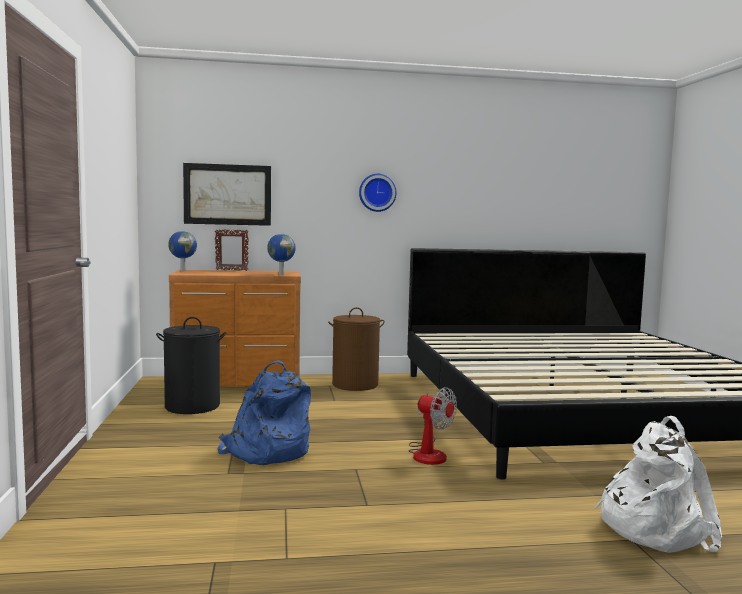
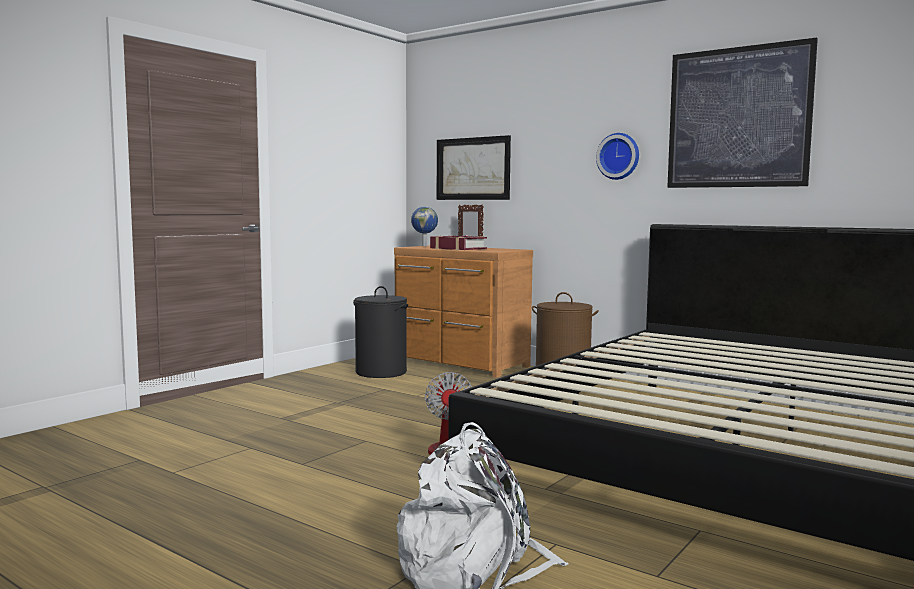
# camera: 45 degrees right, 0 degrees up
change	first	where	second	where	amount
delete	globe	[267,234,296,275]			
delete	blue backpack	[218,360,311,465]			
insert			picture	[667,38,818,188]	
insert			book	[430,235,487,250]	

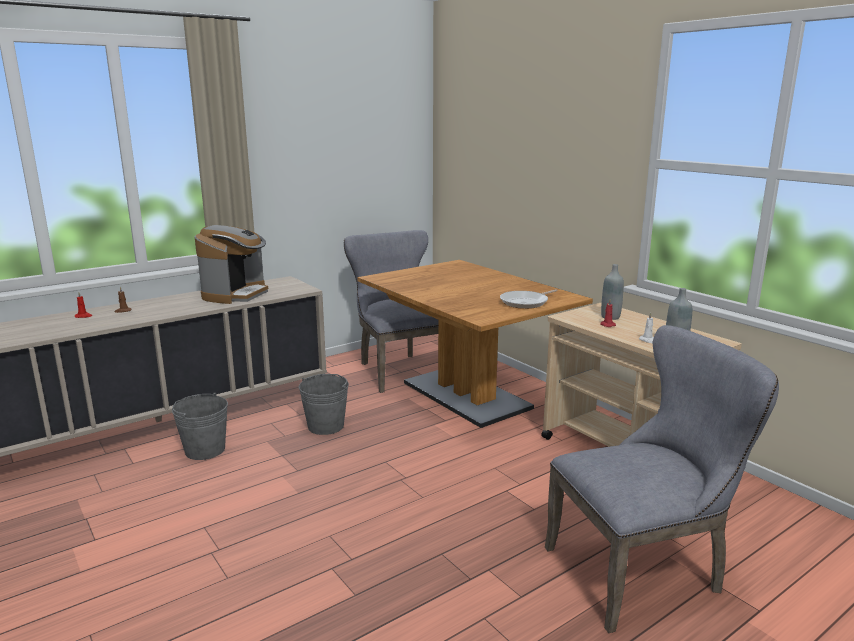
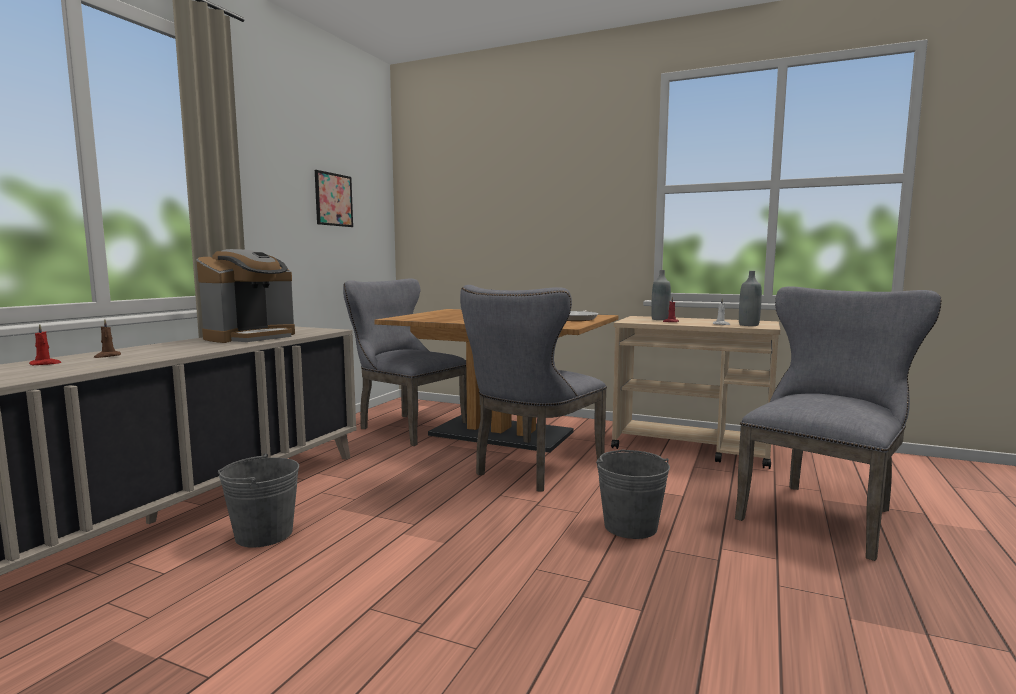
# camera: 30 degrees left, 10 degrees down
change	first	where	second	where	amount
rotate	coffee machine	[195,225,268,304]		[197,249,295,343]	45 degrees clockwise
move	grey bucket	[299,374,349,435]		[596,450,670,539]	
insert			picture	[315,170,353,227]	
insert			grey chair	[460,285,607,492]	

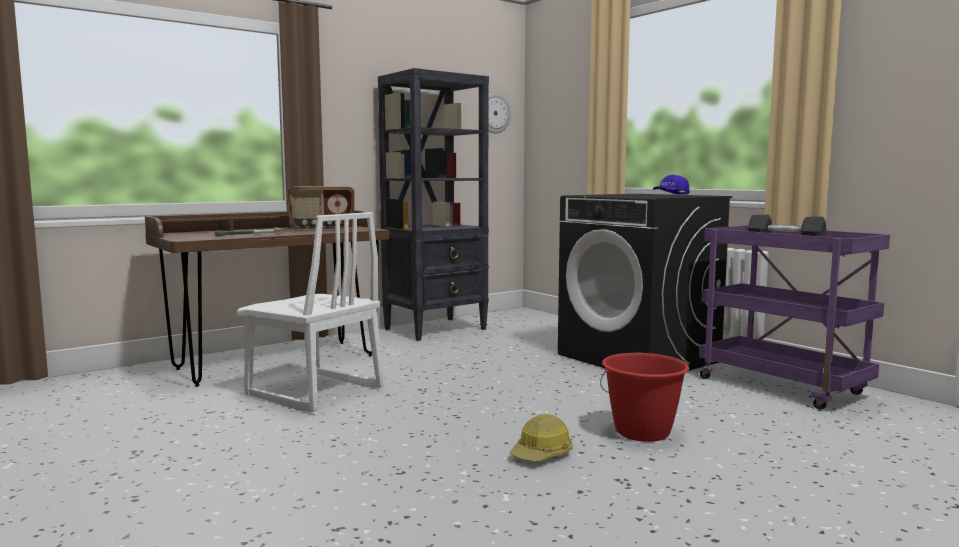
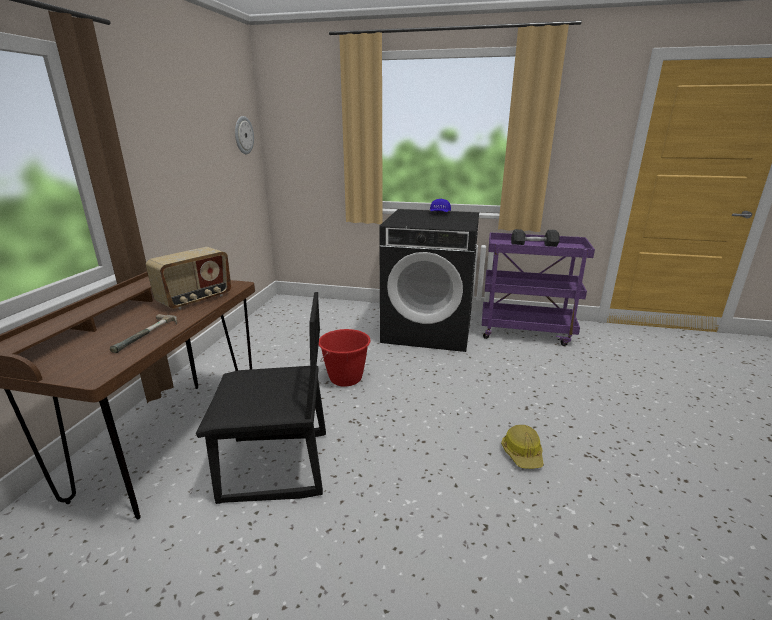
# camera: 40 degrees left, 15 degrees up
change	first	where	second	where	amount
delete	black bookcase	[378,68,489,341]			
recolor	white chair	[237,212,384,412]	black chair	[196,292,326,504]	
move	red bucket	[600,353,689,442]		[319,329,371,387]	

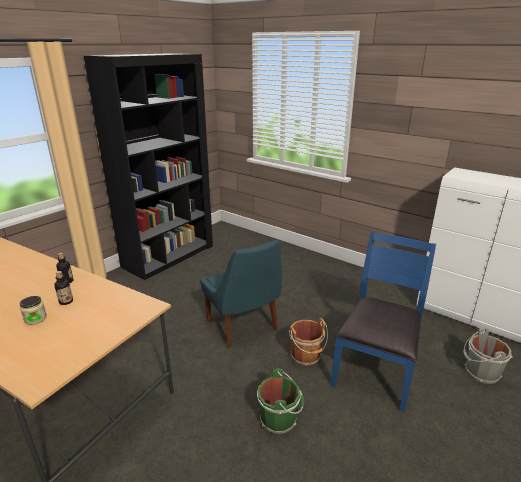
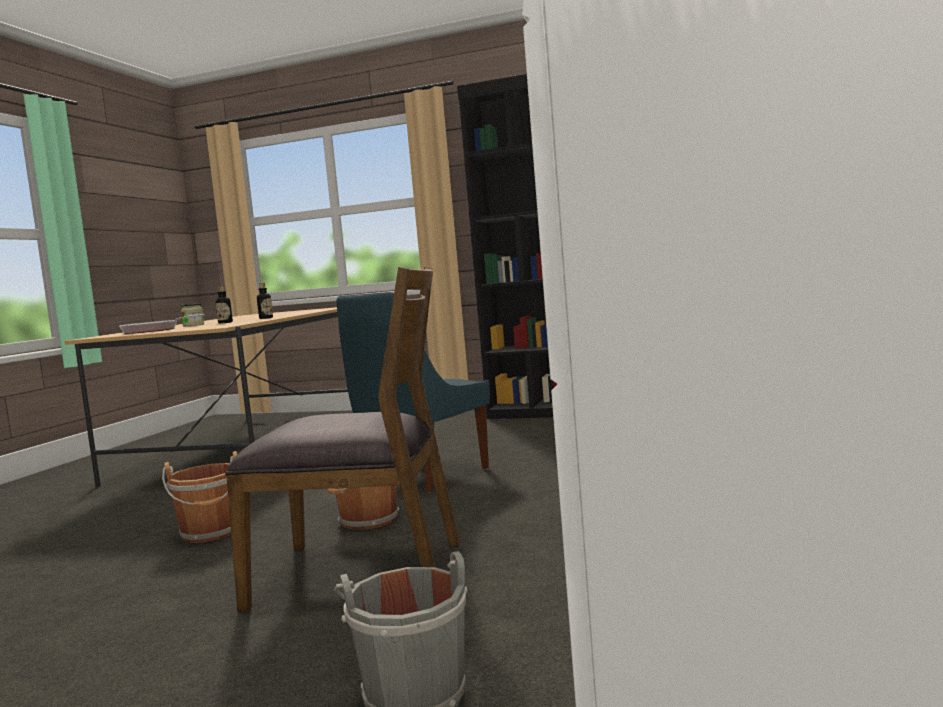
# camera: 70 degrees right, 20 degrees down
change	first	where	second	where	amount
recolor	blue chair	[330,232,436,412]	brown chair	[225,267,460,613]	
recolor	green bucket	[257,368,304,434]	brown bucket	[162,451,237,543]	
insert			frying pan	[120,314,205,334]	

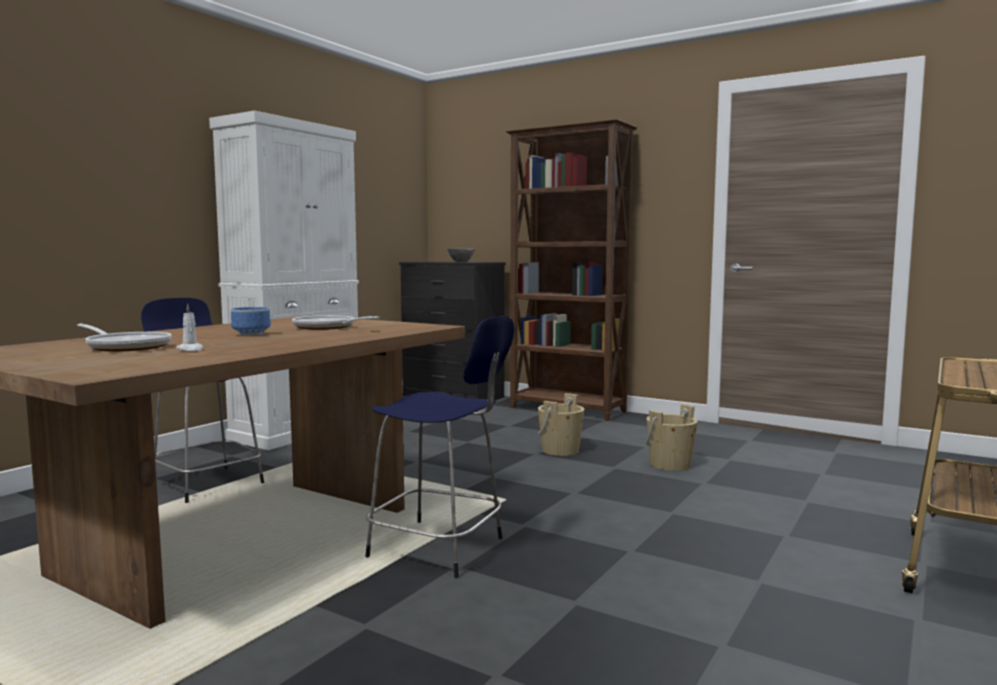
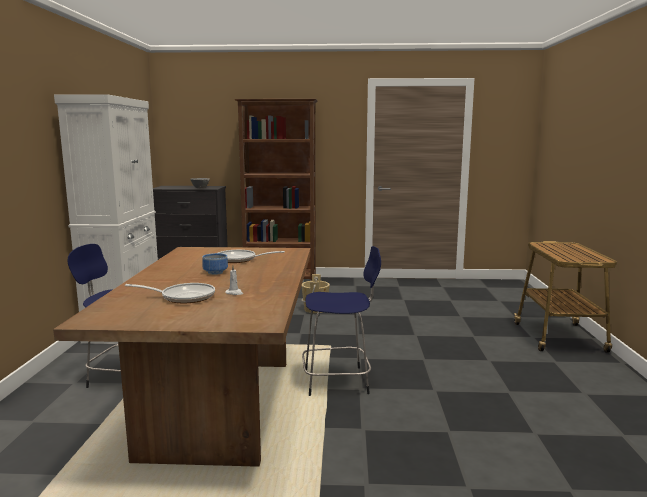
# camera: 30 degrees left, 5 degrees up
change	first	where	second	where	amount
delete	beige bucket	[646,404,698,471]			

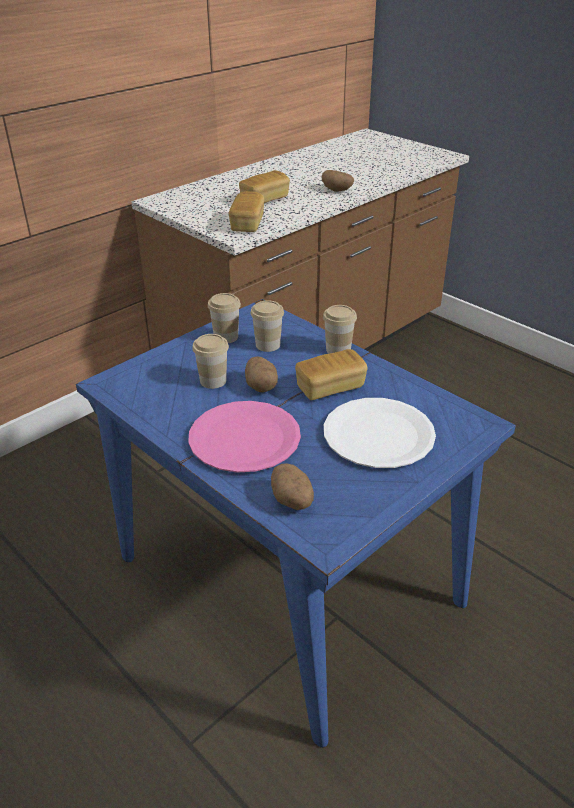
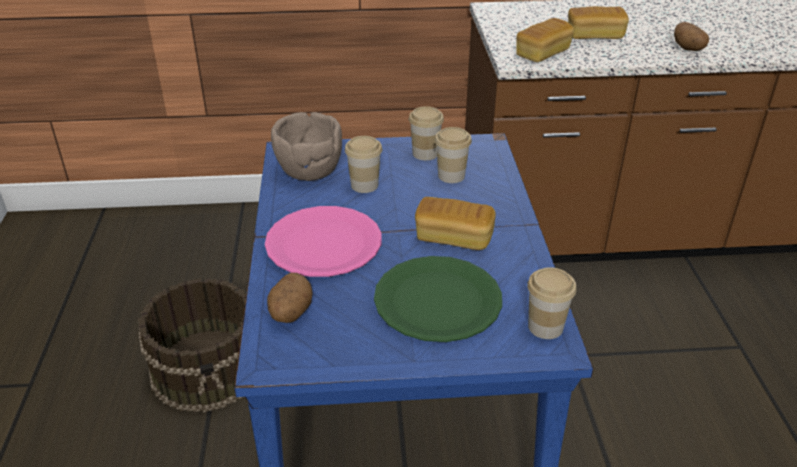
# camera: 40 degrees right, 0 degrees up
change	first	where	second	where	amount
move	cup	[323,305,357,354]		[527,267,576,339]	
delete	potato	[245,356,278,392]			
recolor	white plate	[324,398,436,468]	green plate	[374,256,502,342]	
insert			brown bowl	[271,112,342,181]	
insert			brown bucket	[138,278,246,413]	

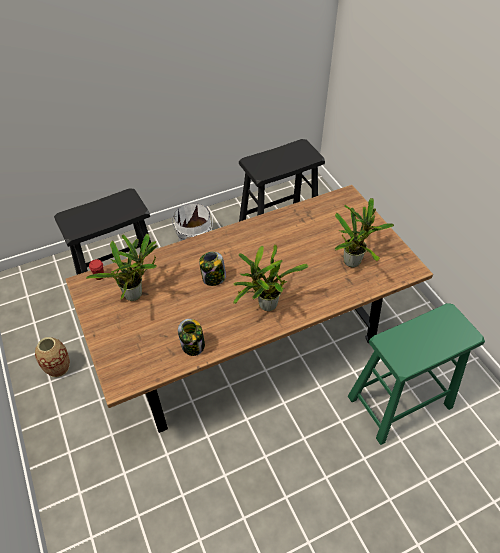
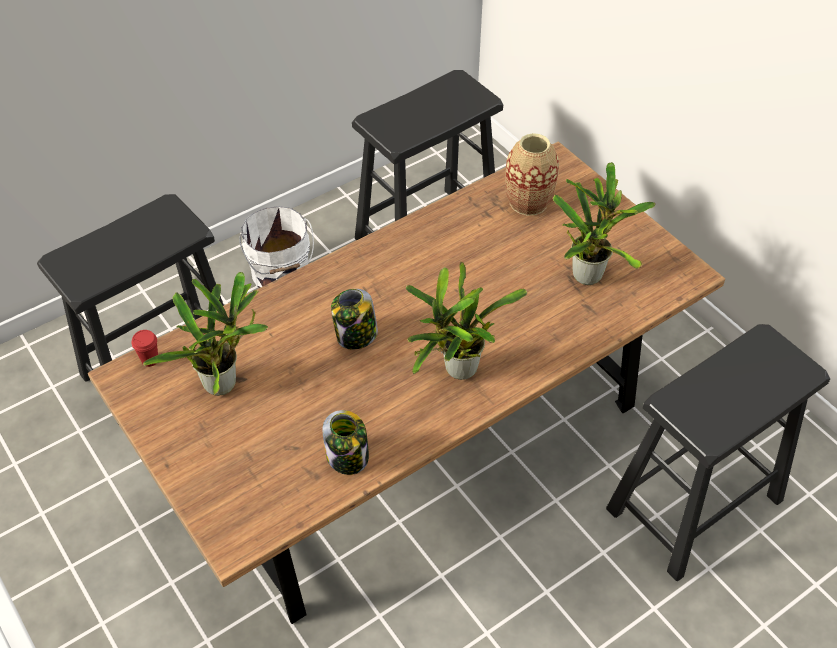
# camera: 10 degrees left, 0 degrees up
change	first	where	second	where	amount
recolor	green stool	[348,303,485,445]	black stool	[606,324,830,581]	
move	vase	[35,337,70,377]		[506,133,559,216]	

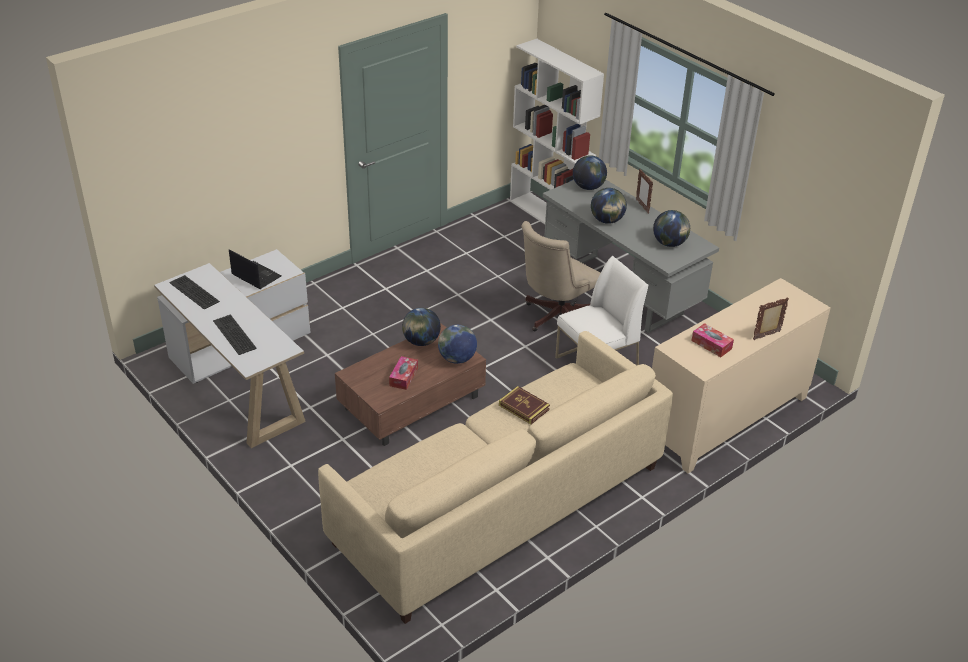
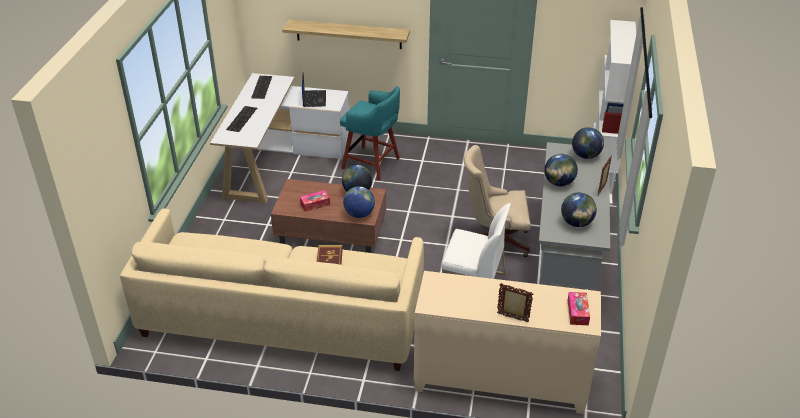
# camera: 50 degrees right, 0 degrees up
change	first	where	second	where	amount
move	tissue box	[691,323,734,357]		[568,292,590,325]	
insert			shelf	[282,20,410,49]	
insert			turquoise stool	[340,86,400,181]	

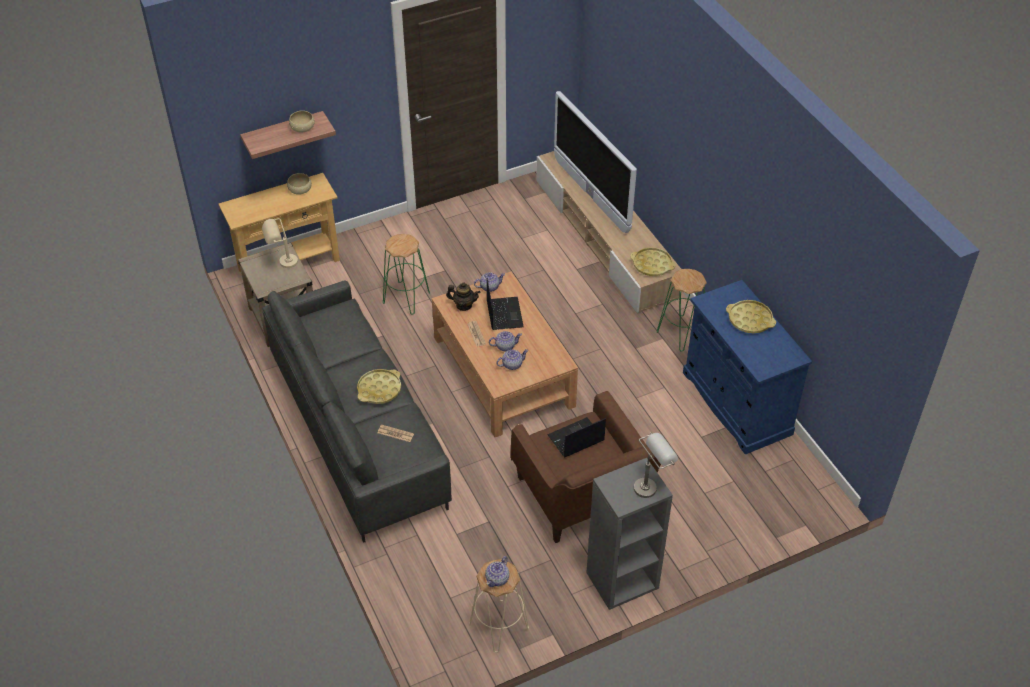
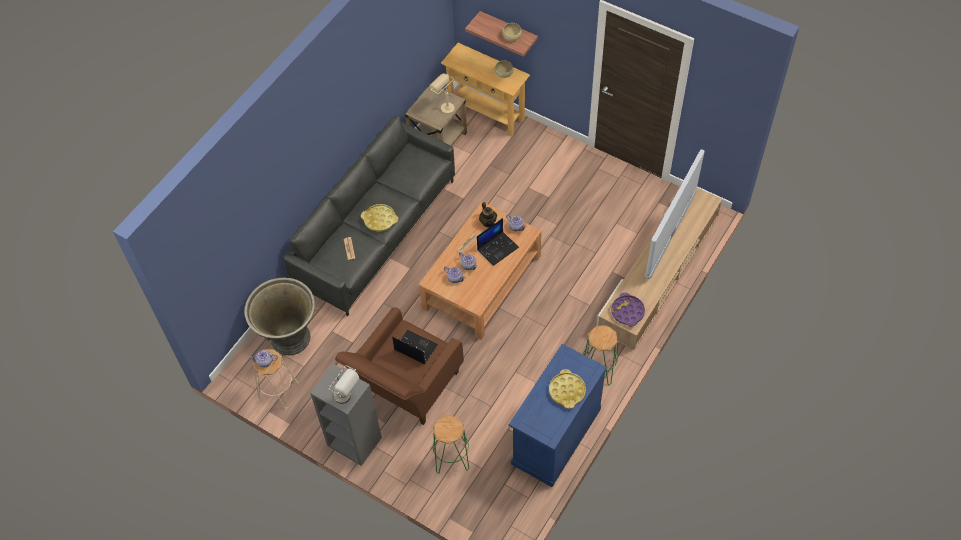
# camera: 60 degrees right, 10 degrees up
change	first	where	second	where	amount
move	green stool	[383,234,430,315]		[433,415,469,474]	
recolor	yellow tray	[630,247,675,276]	purple tray	[611,292,645,327]	
insert			grey planter	[244,278,315,355]	

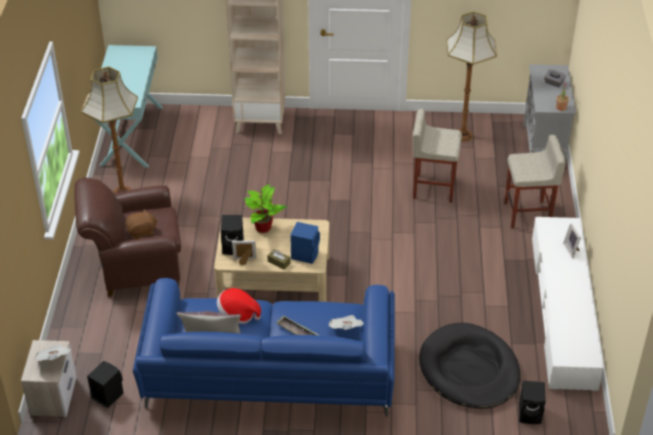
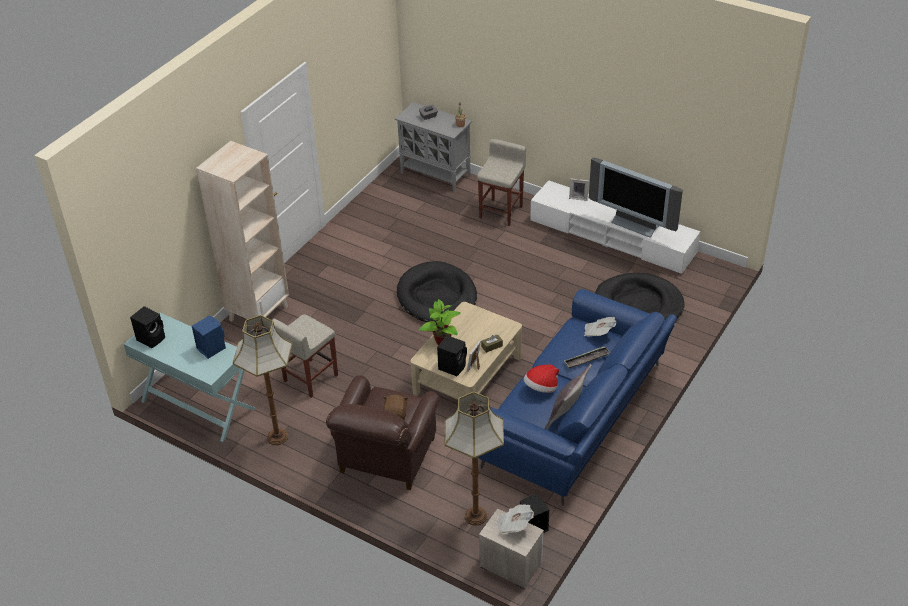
# camera: 60 degrees left, 0 degrees up
change	first	where	second	where	amount
move	floor lamp	[446,11,497,142]		[444,392,504,525]	
move	beige stool	[413,109,462,203]		[272,314,338,398]	
move	blue speaker	[290,222,320,264]		[192,315,226,359]	
move	black speaker	[519,381,546,424]		[130,306,165,348]	
insert			television	[589,157,683,238]	
insert			black dog bed	[397,261,477,324]	

